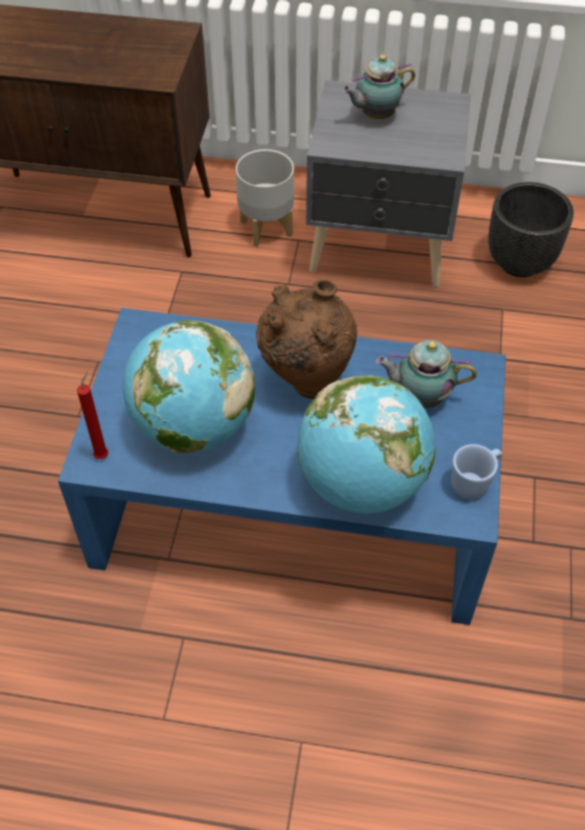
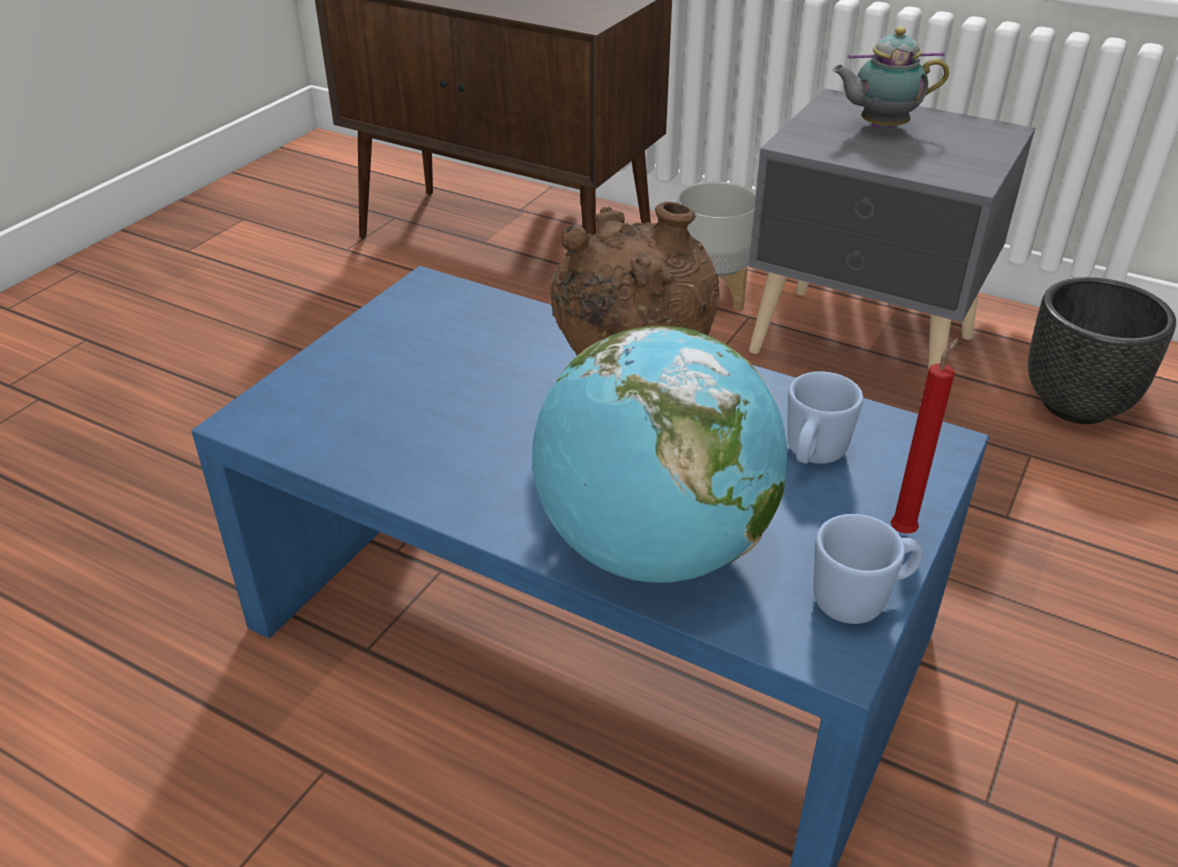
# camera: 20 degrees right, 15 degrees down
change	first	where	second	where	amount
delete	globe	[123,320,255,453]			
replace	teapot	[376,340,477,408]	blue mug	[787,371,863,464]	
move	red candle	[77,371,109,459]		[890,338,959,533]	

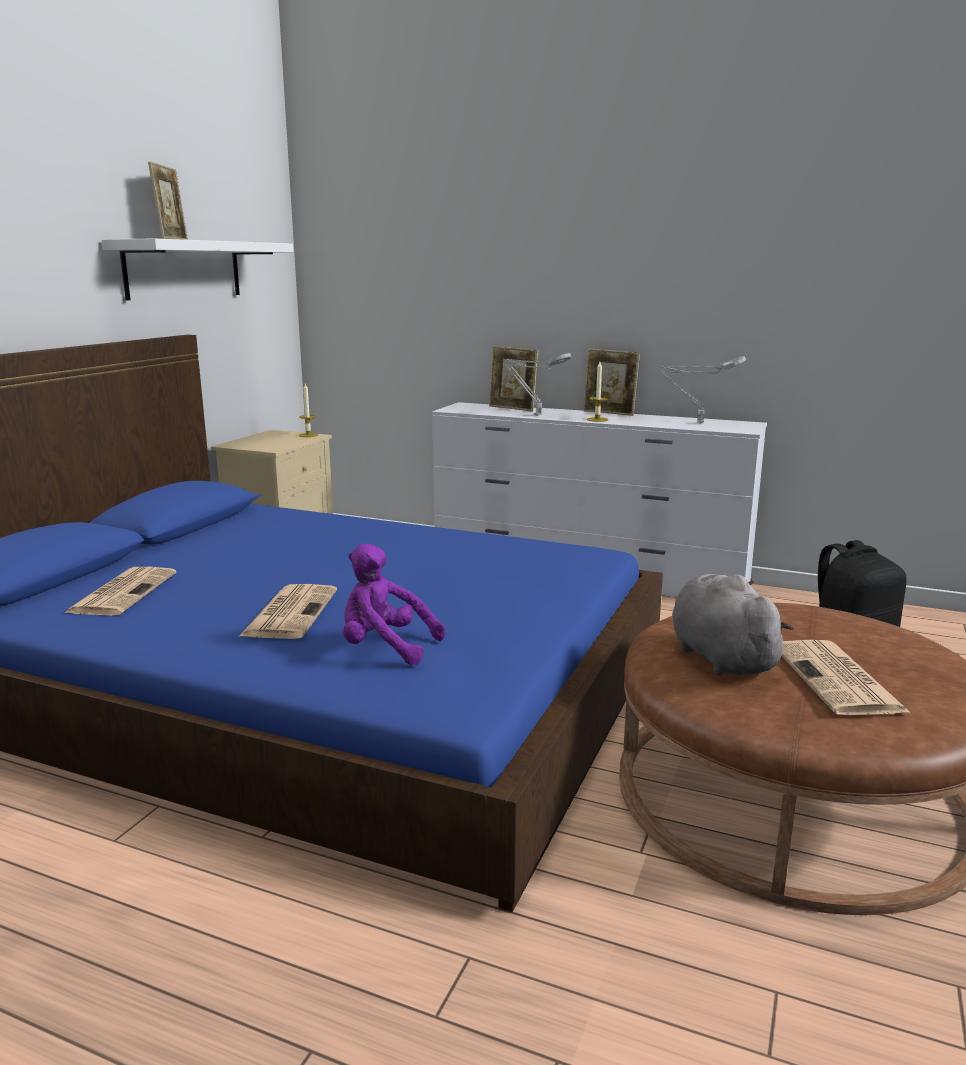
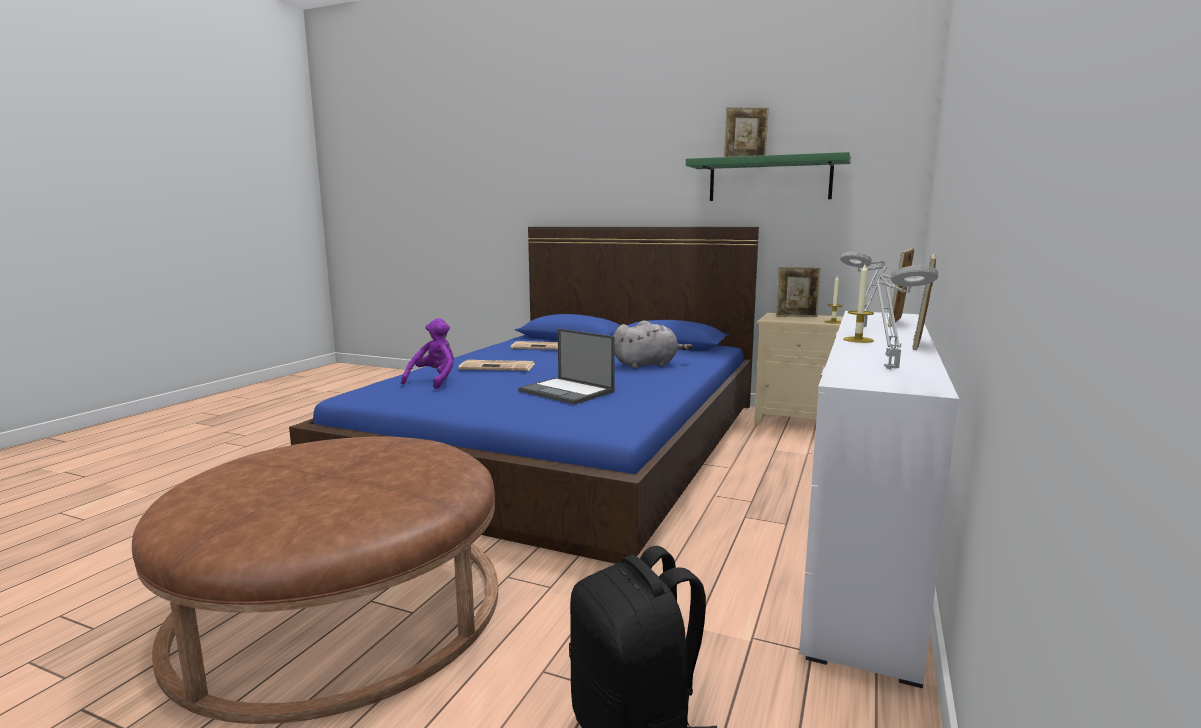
# camera: 90 degrees right, 5 degrees down
change	first	where	second	where	amount
recolor	white shelf	[102,239,293,300]	green shelf	[686,152,851,201]	
move	grey plush toy	[672,574,794,676]		[614,320,693,369]	
delete	newspaper	[782,640,911,715]			
insert			picture frame	[776,267,820,317]	
insert			laptop	[518,328,615,405]	

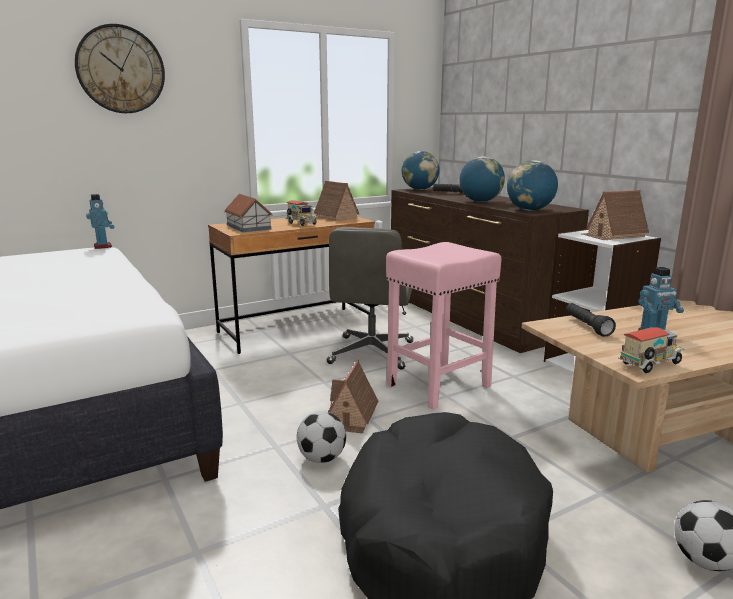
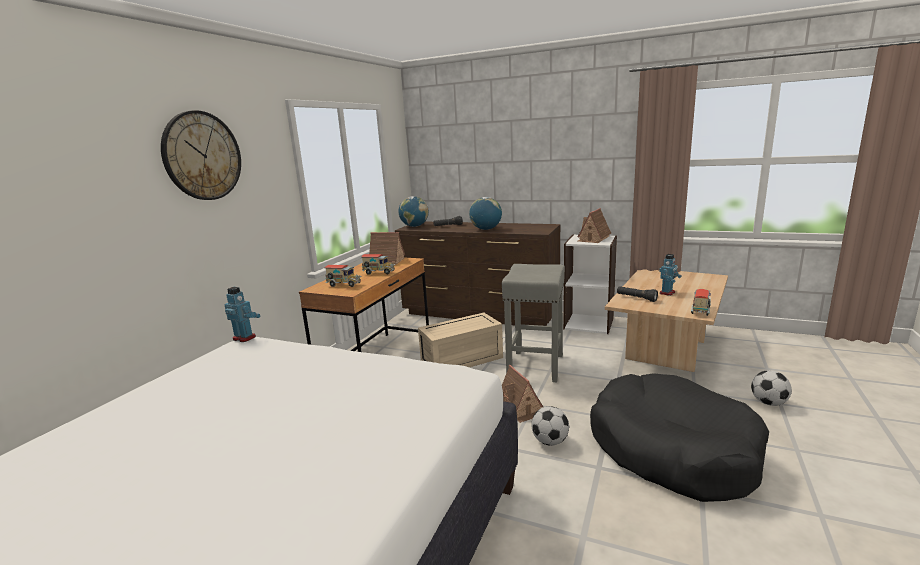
# camera: 35 degrees left, 0 degrees up
change	first	where	second	where	amount
delete	globe	[507,160,558,211]			
replace	toy house	[224,194,272,232]	toy truck	[325,265,362,287]	
replace	grey office chair	[327,227,414,370]	beige storage box	[418,313,503,367]	
recolor	pink stool	[386,242,501,410]	grey stool	[502,264,565,382]	

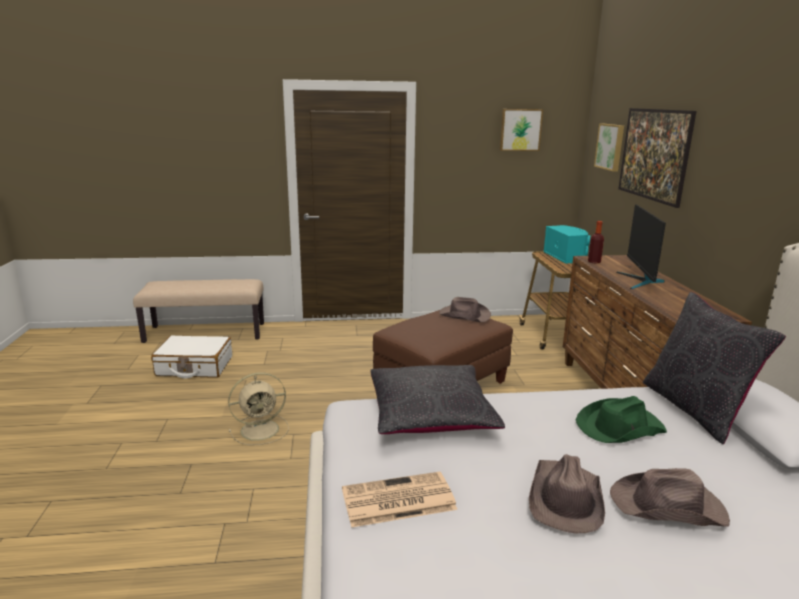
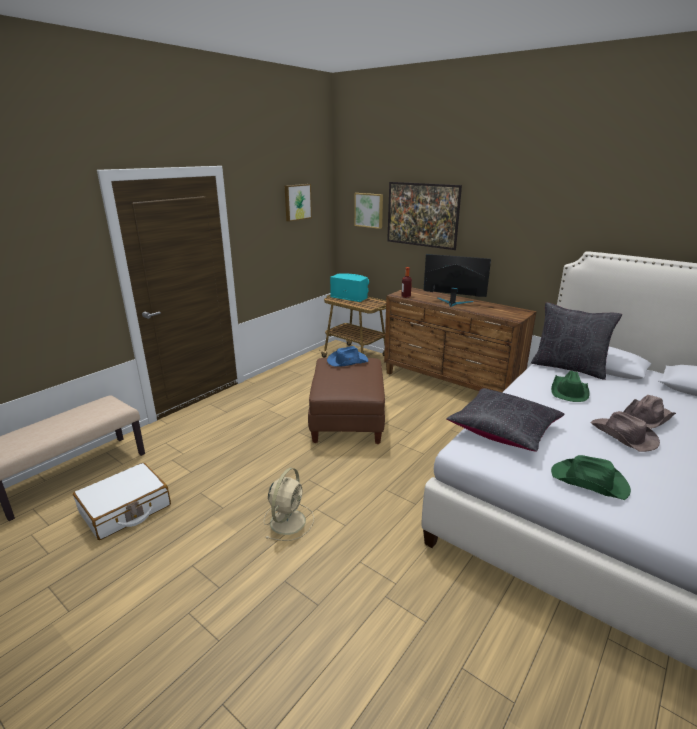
# camera: 45 degrees left, 5 degrees up
change	first	where	second	where	amount
rotate	monitor	[616,204,666,289]		[423,254,491,307]	150 degrees clockwise
recolor	brown hat	[439,297,491,322]	blue hat	[327,346,368,367]	
replace	newspaper	[342,472,457,527]	green hat	[551,455,631,500]	

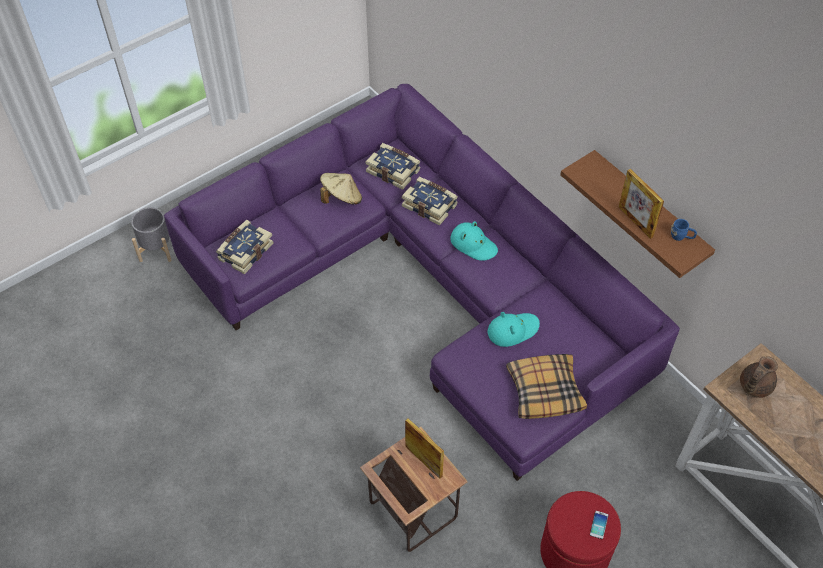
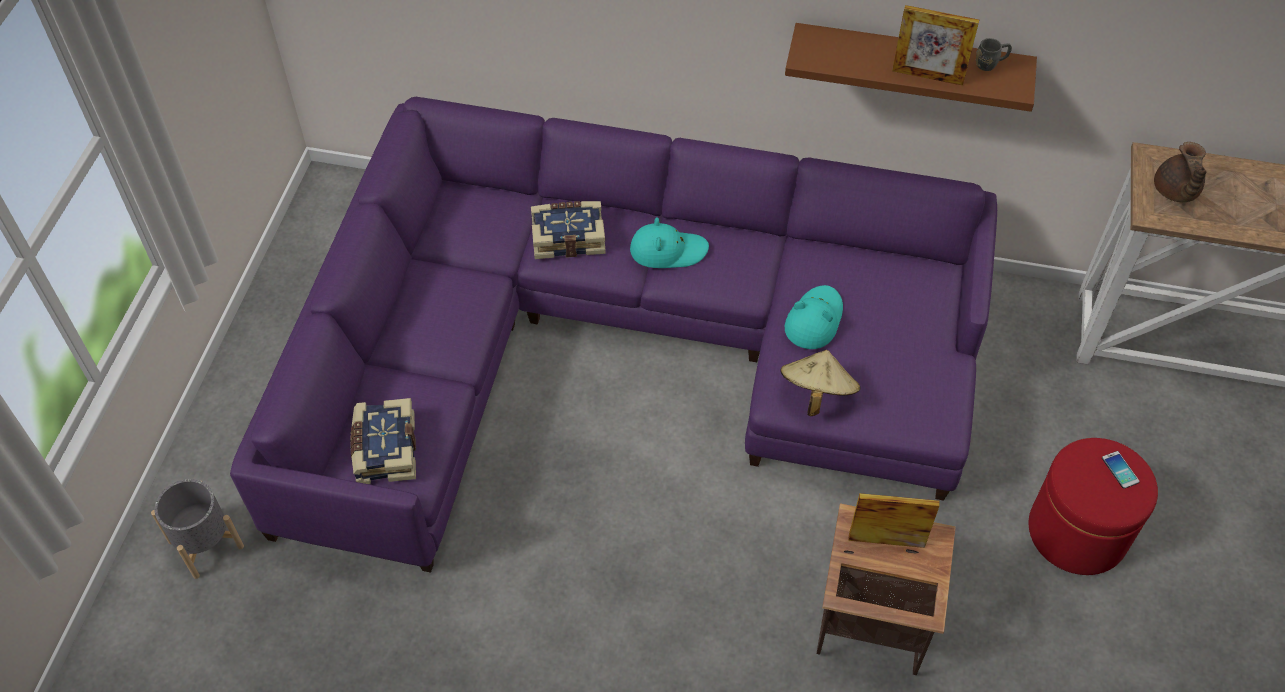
# camera: 40 degrees left, 0 degrees up
change	first	where	second	where	amount
delete	book	[366,143,420,190]			
move	beige hat	[320,173,362,205]		[780,350,860,416]	
recolor	blue mug	[671,219,697,241]	grey mug	[976,38,1012,71]	
delete	pillow	[506,354,587,419]			

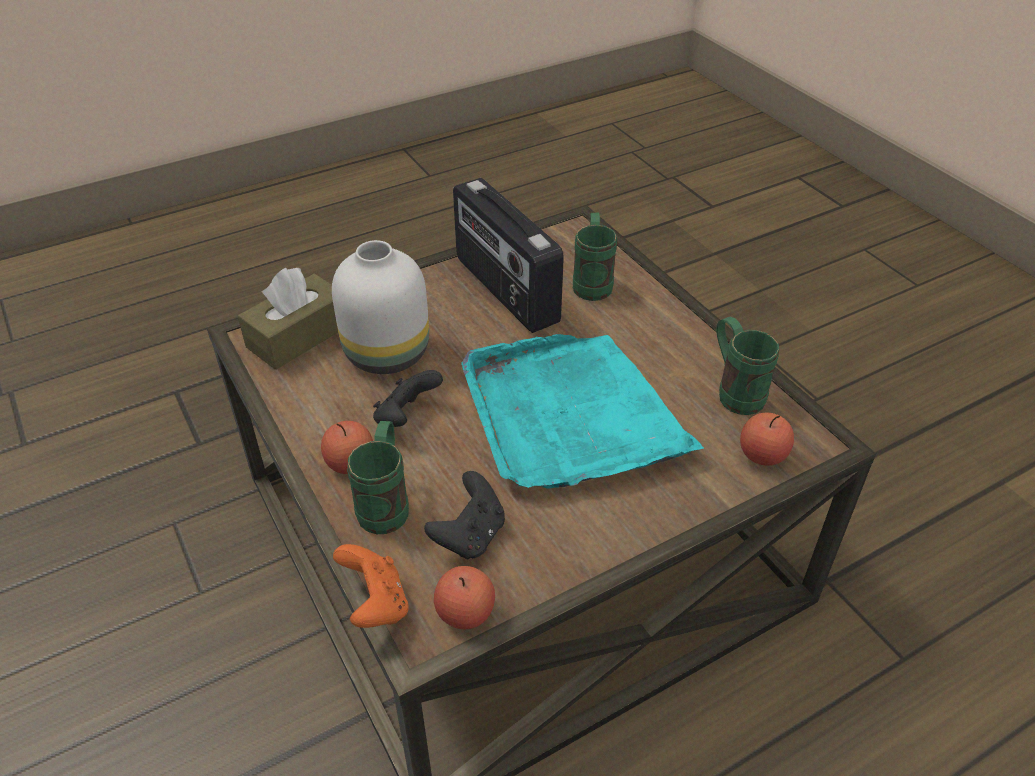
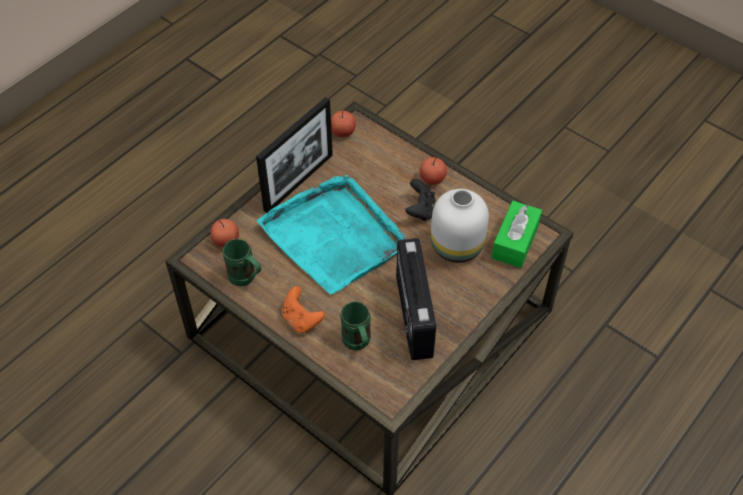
# camera: 160 degrees right, 10 degrees up
change	first	where	second	where	amount
rotate	radio	[453,178,564,333]		[396,238,436,360]	135 degrees counterclockwise
recolor	brown tissue box	[238,268,338,370]	green tissue box	[491,201,542,268]	
delete	green mug	[347,421,409,534]			
delete	black game controller	[424,471,505,560]			
move	orange game controller	[333,544,409,628]		[282,286,325,333]	
insert			picture frame	[256,97,333,213]	

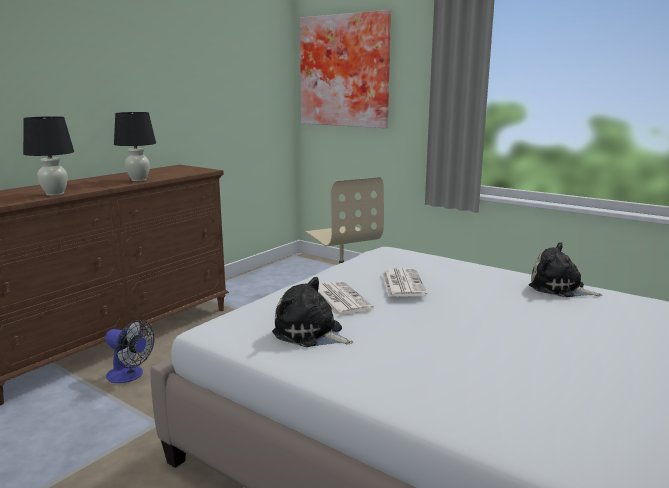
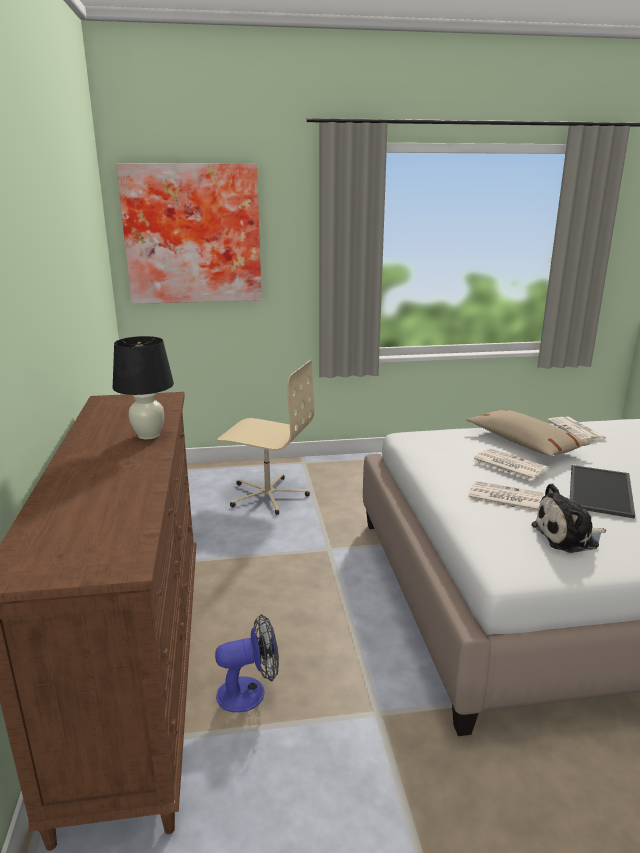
# camera: 45 degrees left, 5 degrees up
change	first	where	second	where	amount
delete	black table lamp	[23,116,74,196]			
replace	plush toy	[529,242,602,297]	newspaper	[548,417,606,442]	
insert			beige pillow	[466,410,590,457]	
insert			tray	[570,465,635,519]	

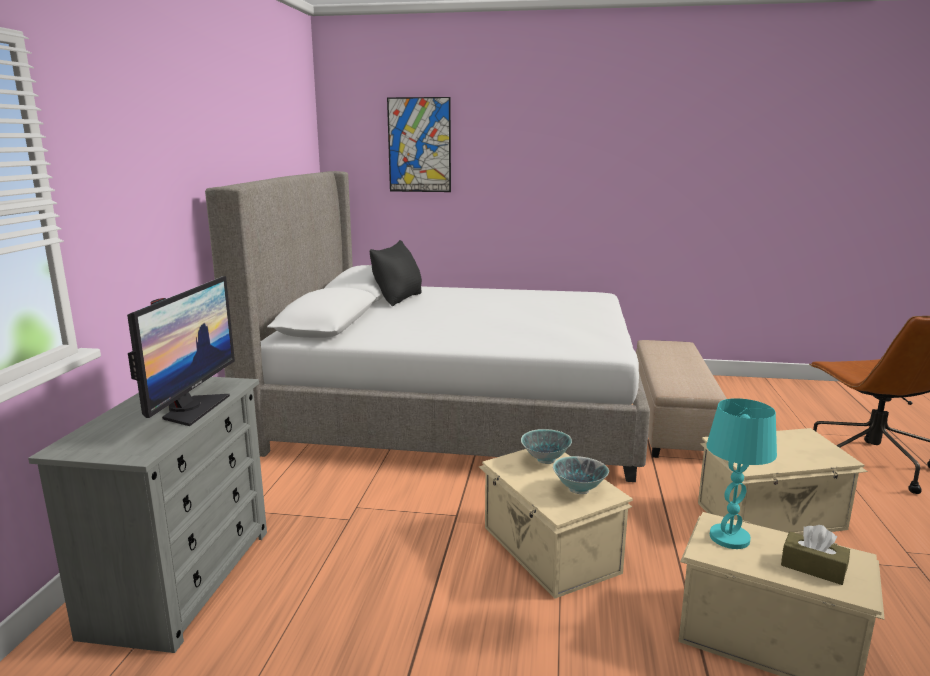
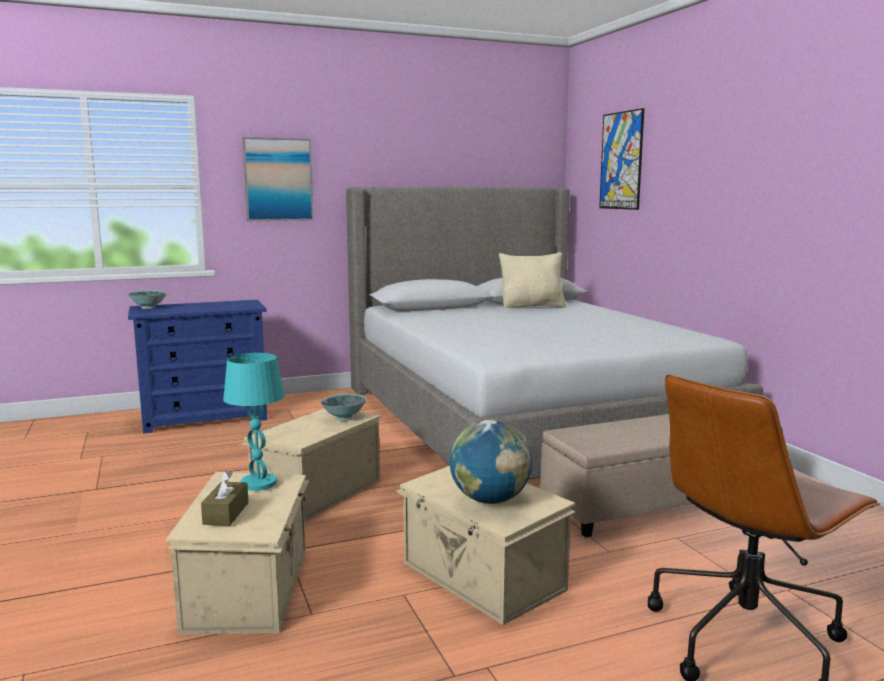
# camera: 60 degrees right, 5 degrees down
change	first	where	second	where	amount
recolor	black pillow	[370,240,422,306]	beige pillow	[499,252,566,308]	
delete	monitor	[127,276,235,426]			
recolor	grey dresser	[28,377,267,653]	blue dresser	[128,300,267,434]	
move	bowl	[553,456,609,494]		[128,290,167,309]	
insert			picture	[242,137,314,221]	
insert			globe	[449,420,532,504]	

